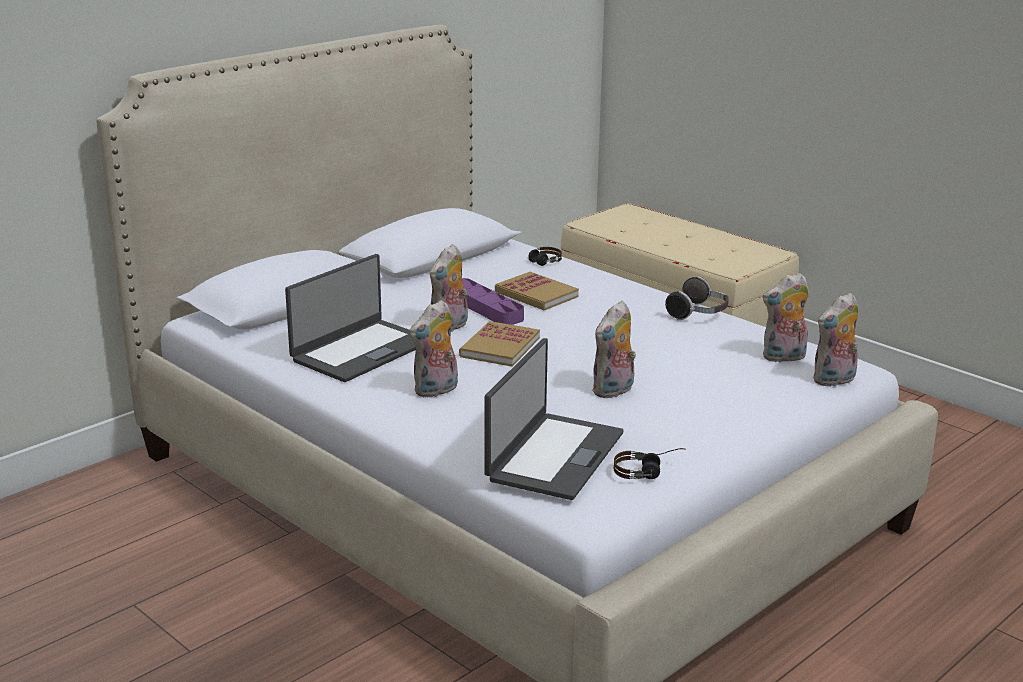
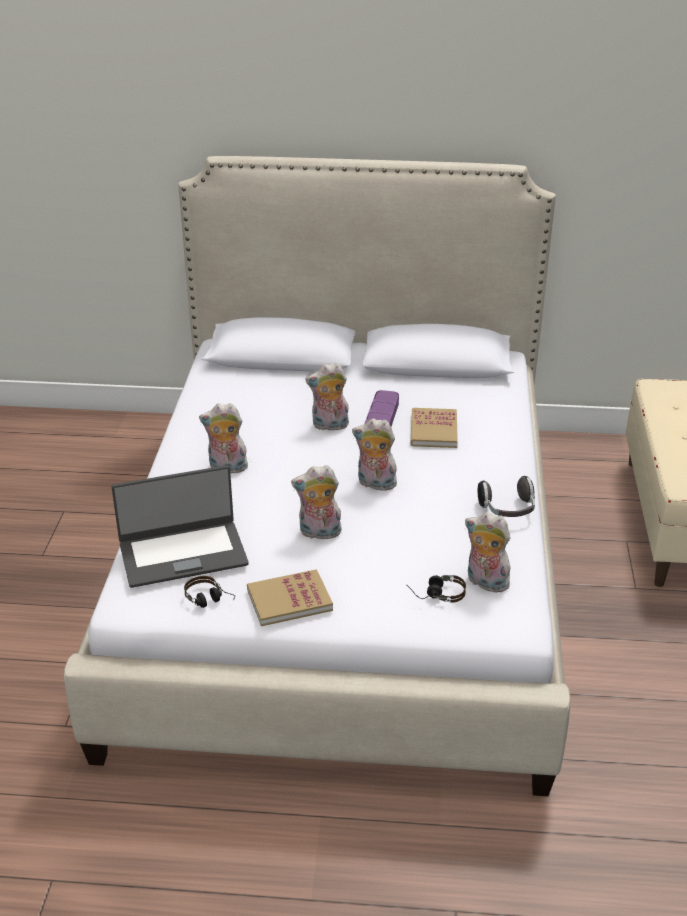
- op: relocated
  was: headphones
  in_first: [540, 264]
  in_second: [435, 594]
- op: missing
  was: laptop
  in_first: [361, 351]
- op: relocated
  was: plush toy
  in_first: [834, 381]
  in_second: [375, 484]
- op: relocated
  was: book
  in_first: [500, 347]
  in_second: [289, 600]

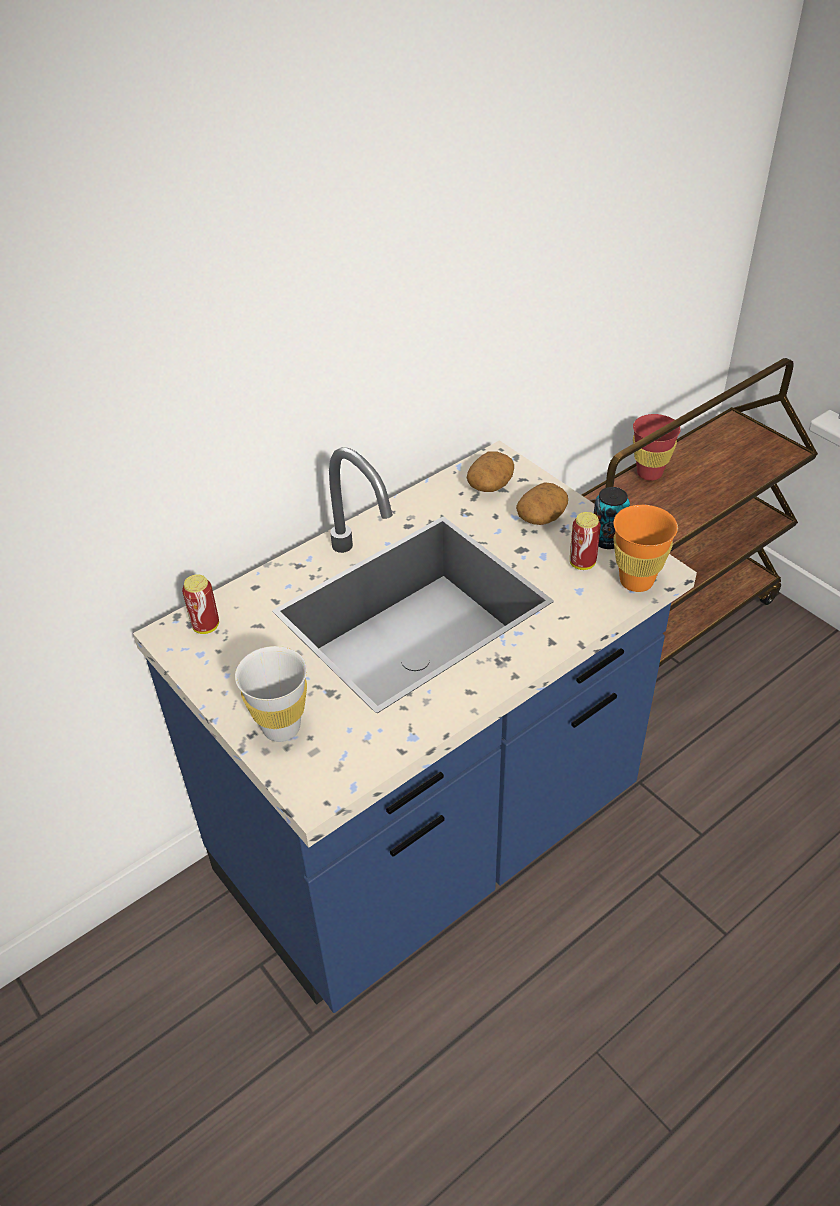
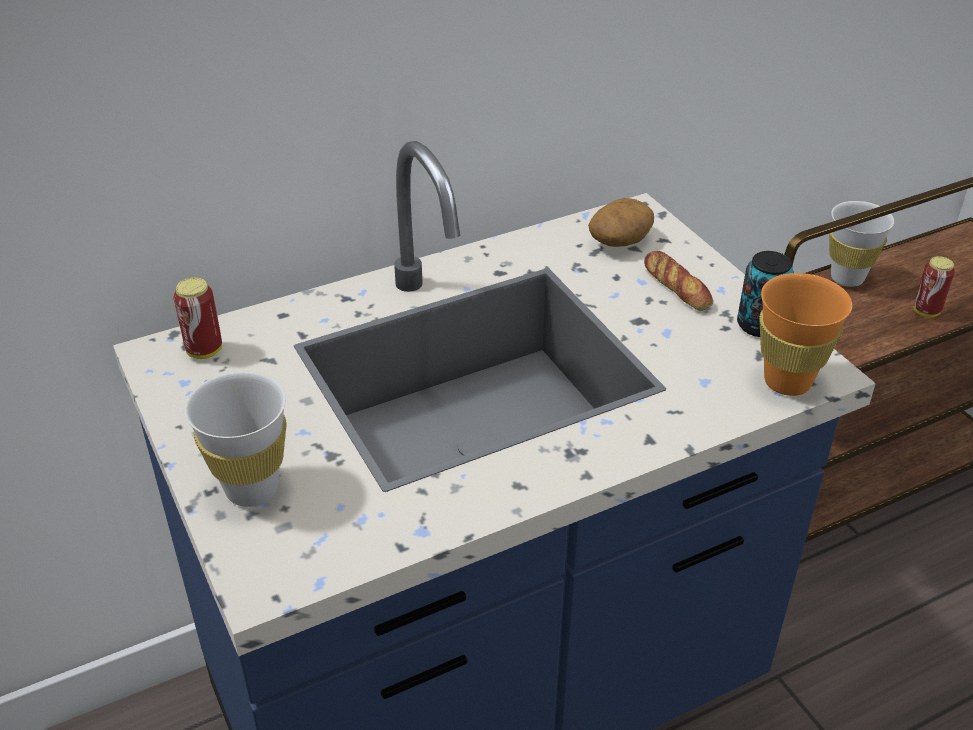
- op: colour
  was: red cup
  now: white cup
  in_first: [649, 473]
  in_second: [847, 278]
- op: exchanged
  was: potato
  now: bread
  in_first: [541, 517]
  in_second: [677, 286]
- op: relocated
  was: can
  in_first: [582, 563]
  in_second: [926, 312]

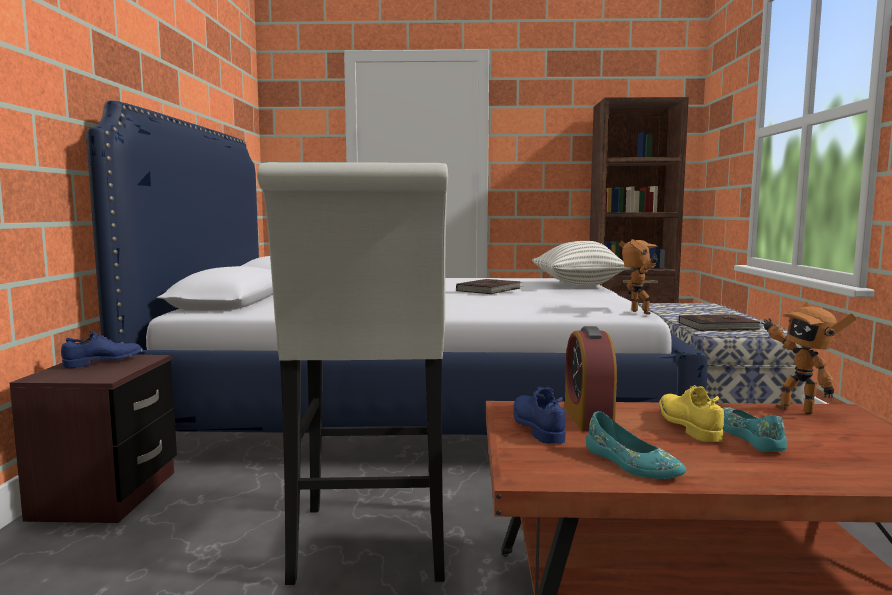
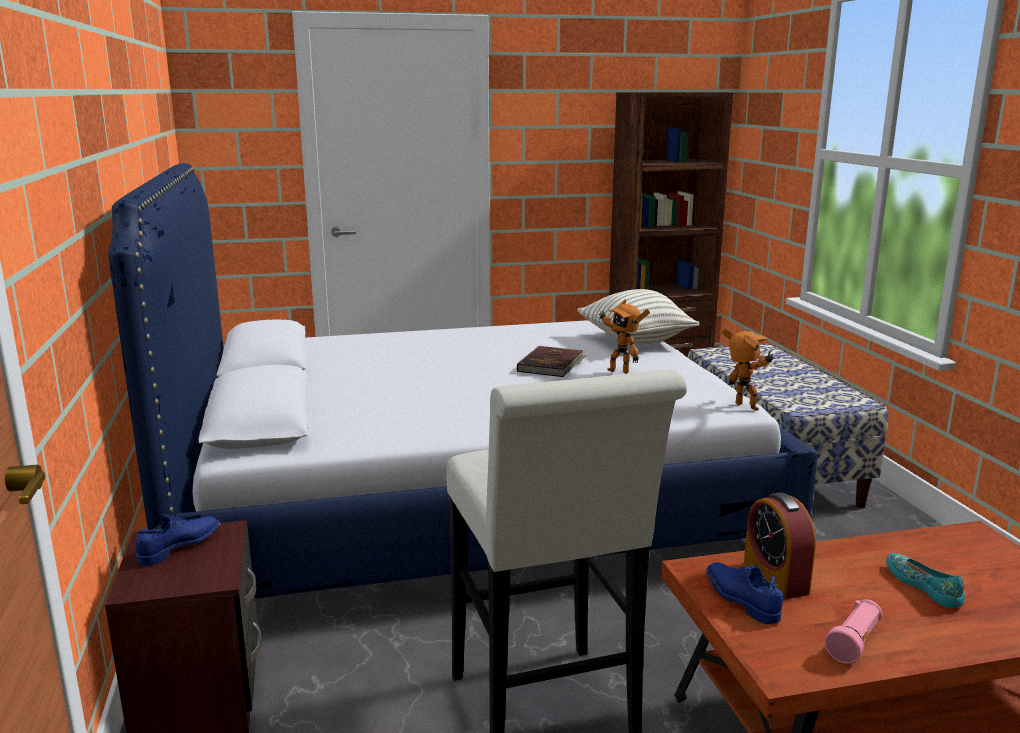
- op: relocated
  was: toy robot
  in_first: [796, 409]
  in_second: [619, 371]
- op: missing
  was: brown book
  in_first: [719, 326]
- op: missing
  was: yellow shoe
  in_first: [687, 426]
- op: exchanged
  was: turquoise shoe
  now: pink flashlight
  in_first: [631, 464]
  in_second: [854, 642]

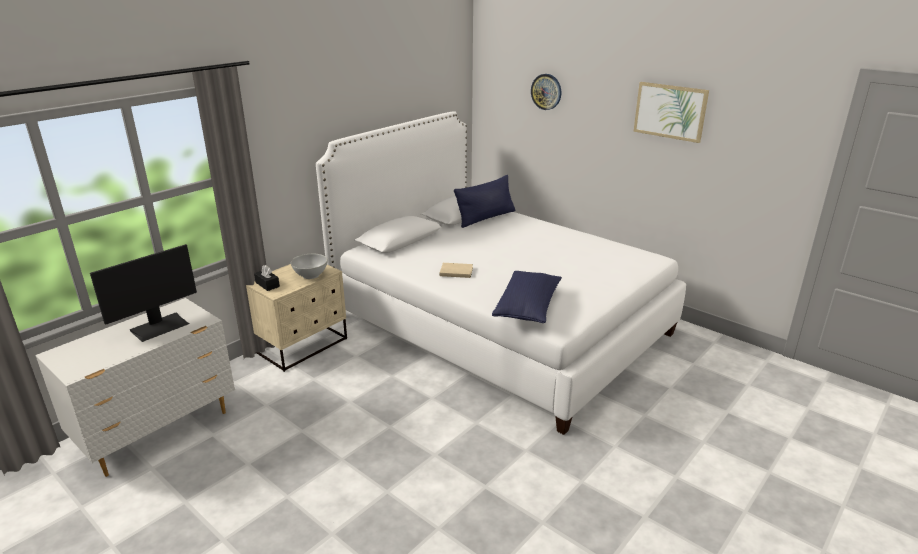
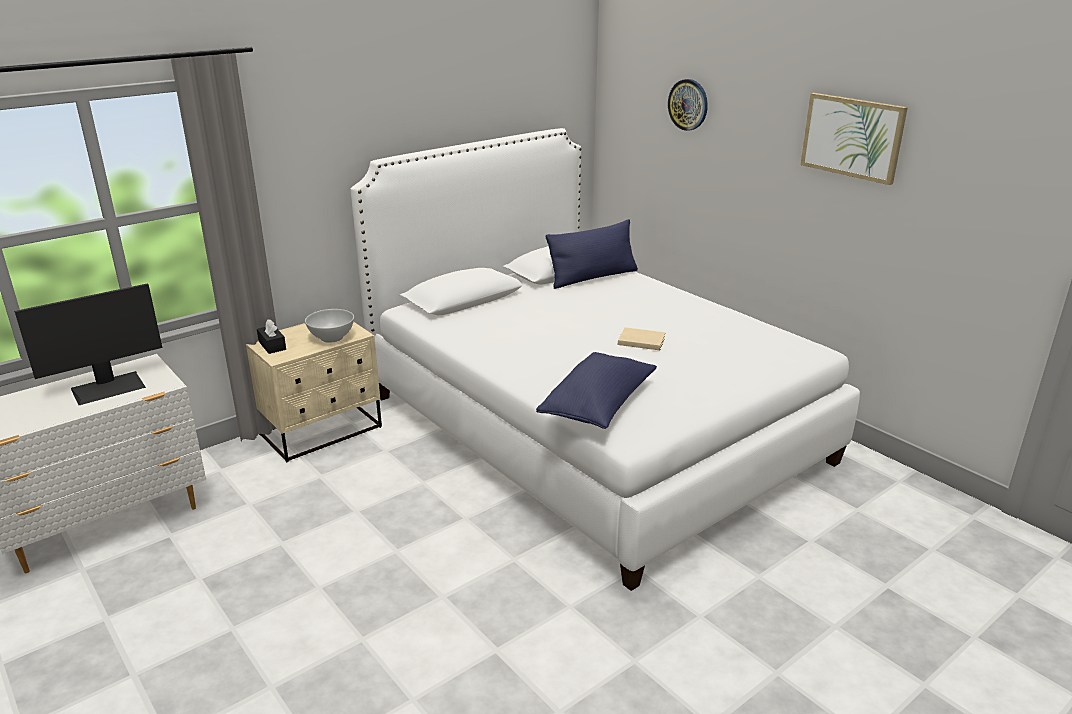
- op: relocated
  was: beige book
  in_first: [455, 271]
  in_second: [640, 340]

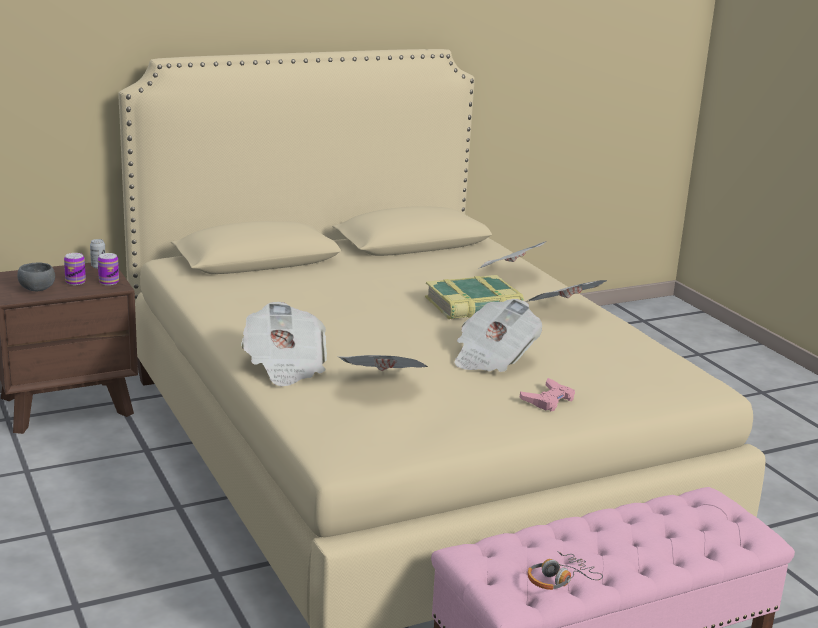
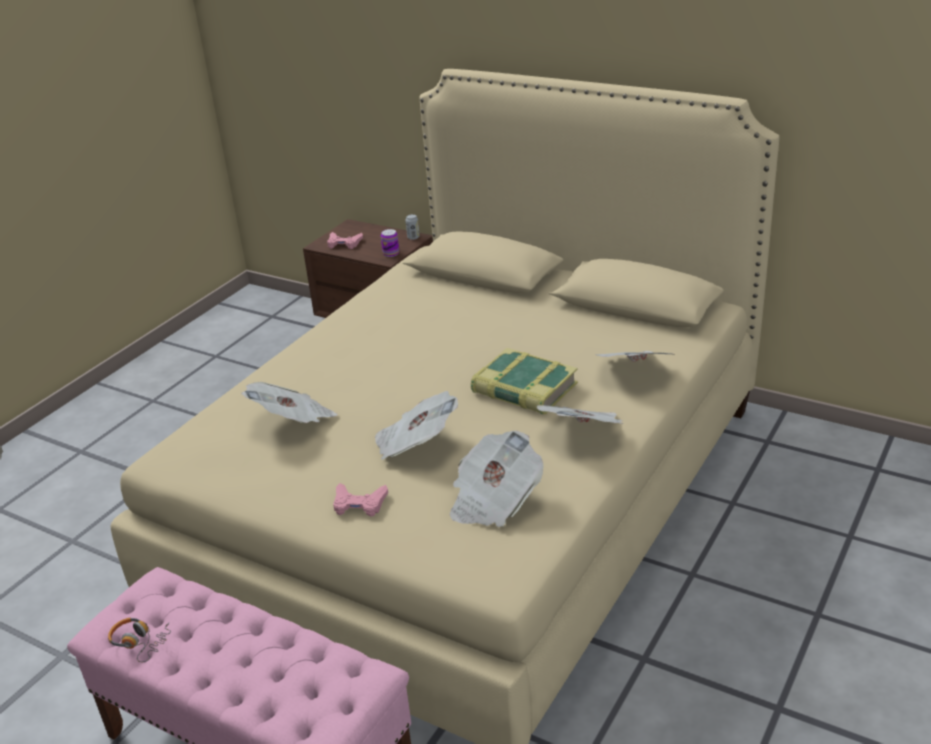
- op: missing
  was: can
  in_first: [75, 282]
- op: exchanged
  was: grey bowl
  now: pink game controller
  in_first: [37, 289]
  in_second: [344, 243]
- op: relocated
  was: newspaper
  in_first: [285, 366]
  in_second: [494, 500]

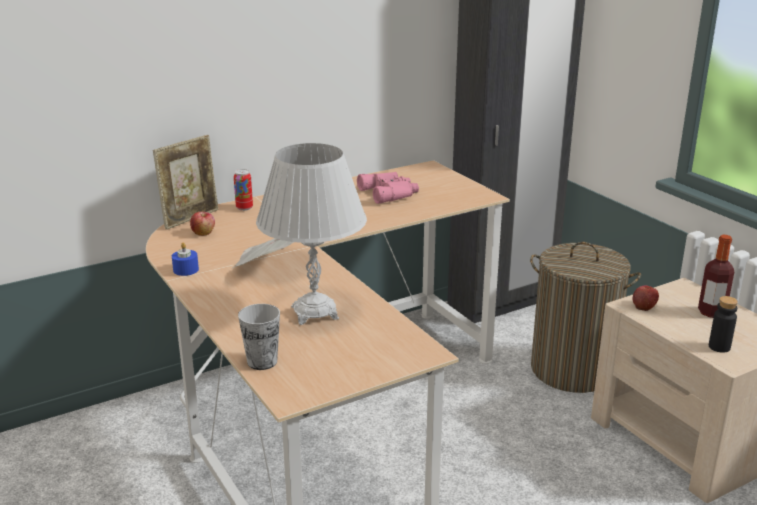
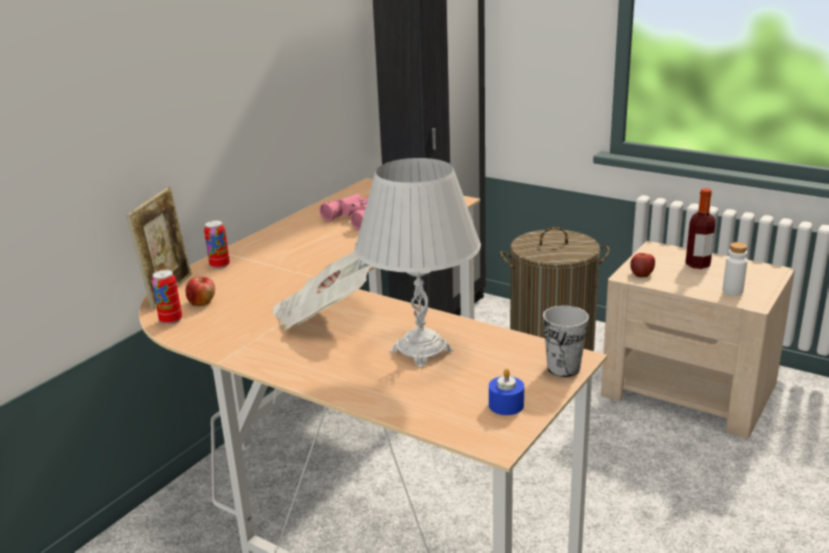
- op: relocated
  was: blue candle
  in_first: [186, 270]
  in_second: [506, 405]
- op: colour
  was: black bottle
  now: white bottle
  in_first: [719, 347]
  in_second: [732, 291]
- op: relocated
  was: cup
  in_first: [262, 362]
  in_second: [563, 368]
- op: appeared
  now: can
  in_second: [171, 320]

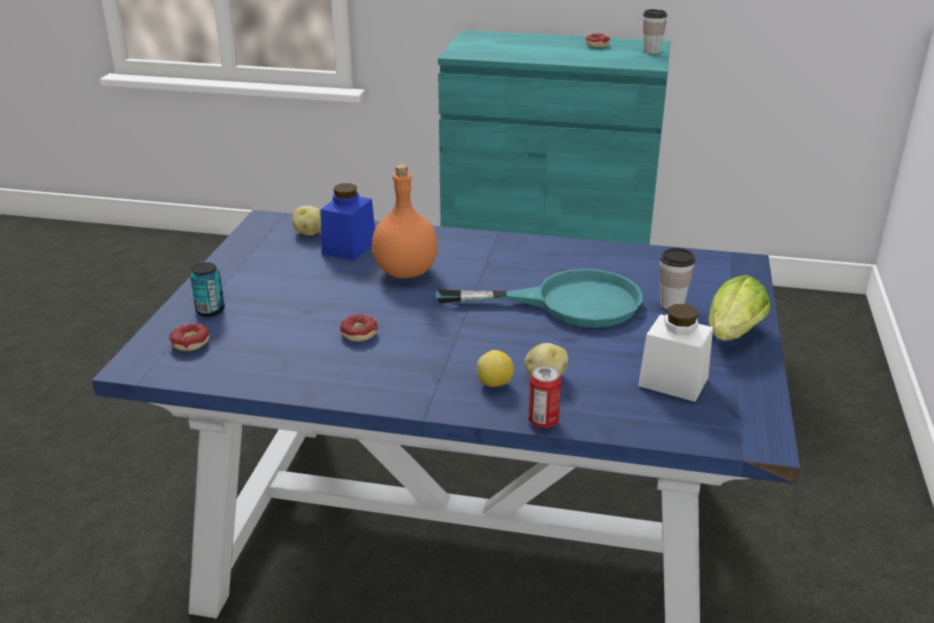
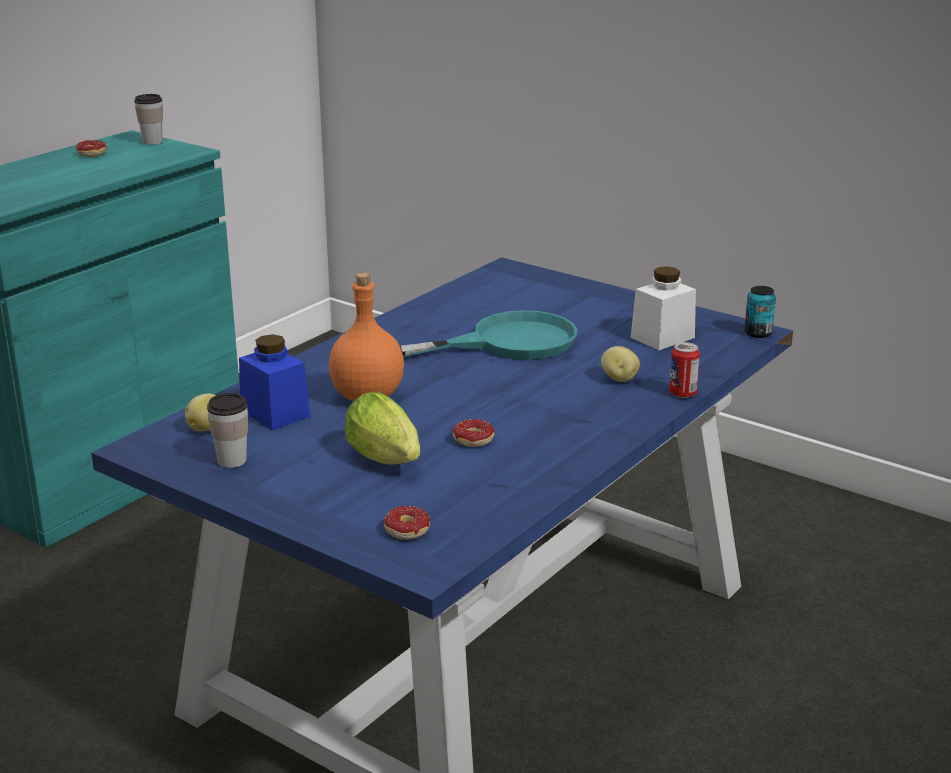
- op: relocated
  was: cup
  in_first: [672, 304]
  in_second: [232, 460]
- op: relocated
  was: can
  in_first: [210, 310]
  in_second: [758, 333]
- op: spun
  was: turquoise frying pan
  in_first: [567, 303]
  in_second: [505, 343]
  clockwise: 45
- op: relocated
  was: lettuce
  in_first: [731, 337]
  in_second: [388, 461]
- op: missing
  was: lemon
  in_first: [495, 384]

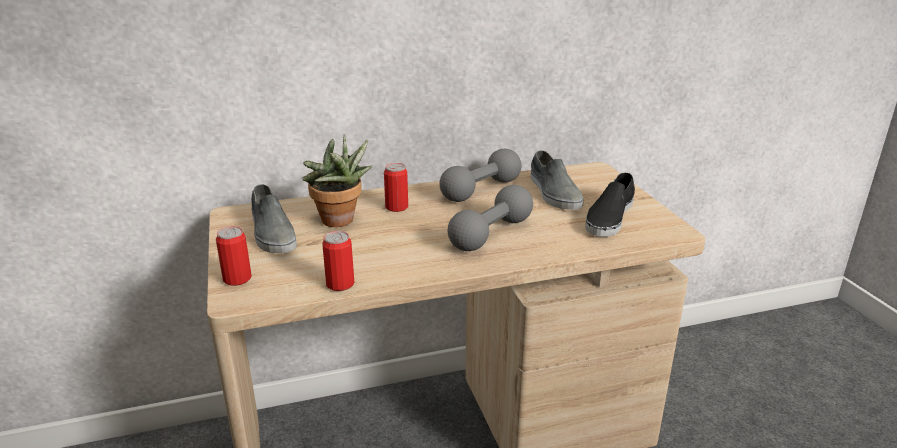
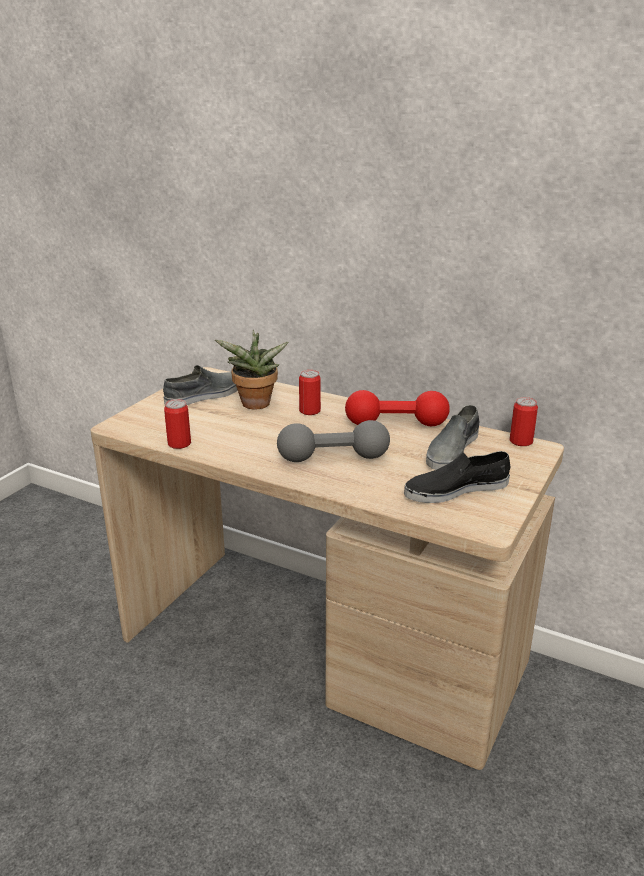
- op: colour
  was: grey dumbbell
  now: red dumbbell
  in_first: [481, 190]
  in_second: [396, 424]
- op: spun
  was: grey shoe
  in_first: [272, 232]
  in_second: [205, 395]
  clockwise: -150
- op: relocated
  was: can
  in_first: [237, 279]
  in_second: [521, 441]

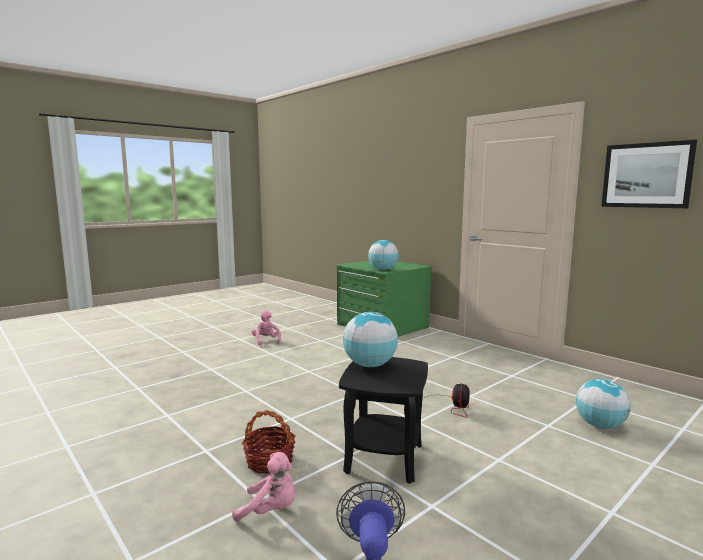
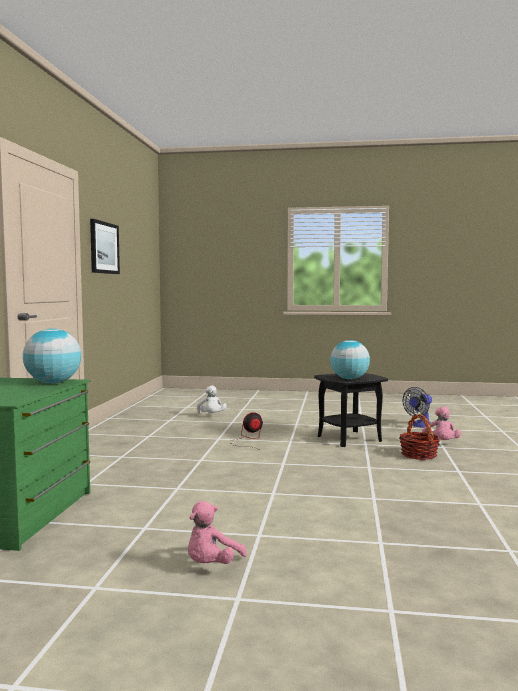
- op: exchanged
  was: globe
  now: white plush toy
  in_first: [599, 425]
  in_second: [211, 416]
- op: spun
  was: pink plush toy
  in_first: [270, 511]
  in_second: [441, 443]
  clockwise: -150

